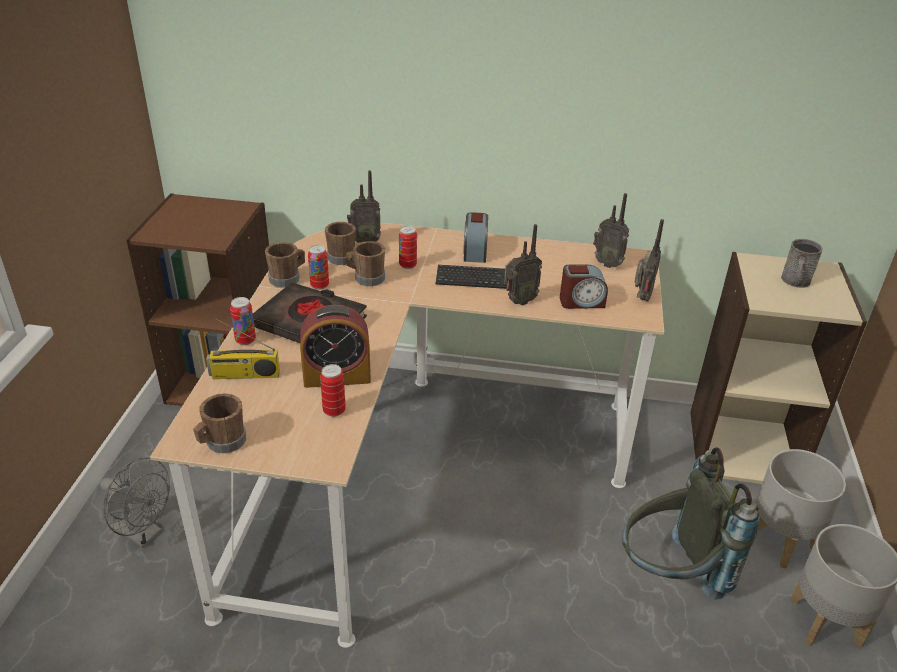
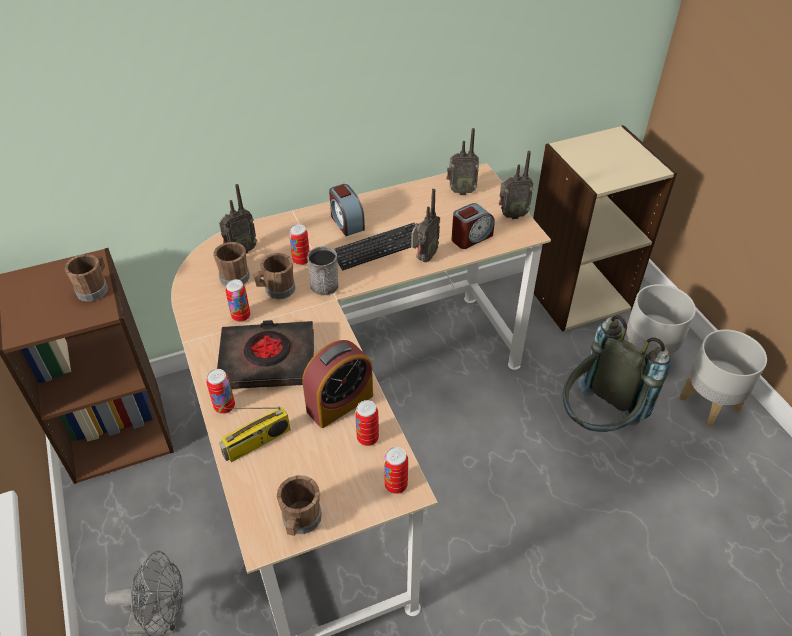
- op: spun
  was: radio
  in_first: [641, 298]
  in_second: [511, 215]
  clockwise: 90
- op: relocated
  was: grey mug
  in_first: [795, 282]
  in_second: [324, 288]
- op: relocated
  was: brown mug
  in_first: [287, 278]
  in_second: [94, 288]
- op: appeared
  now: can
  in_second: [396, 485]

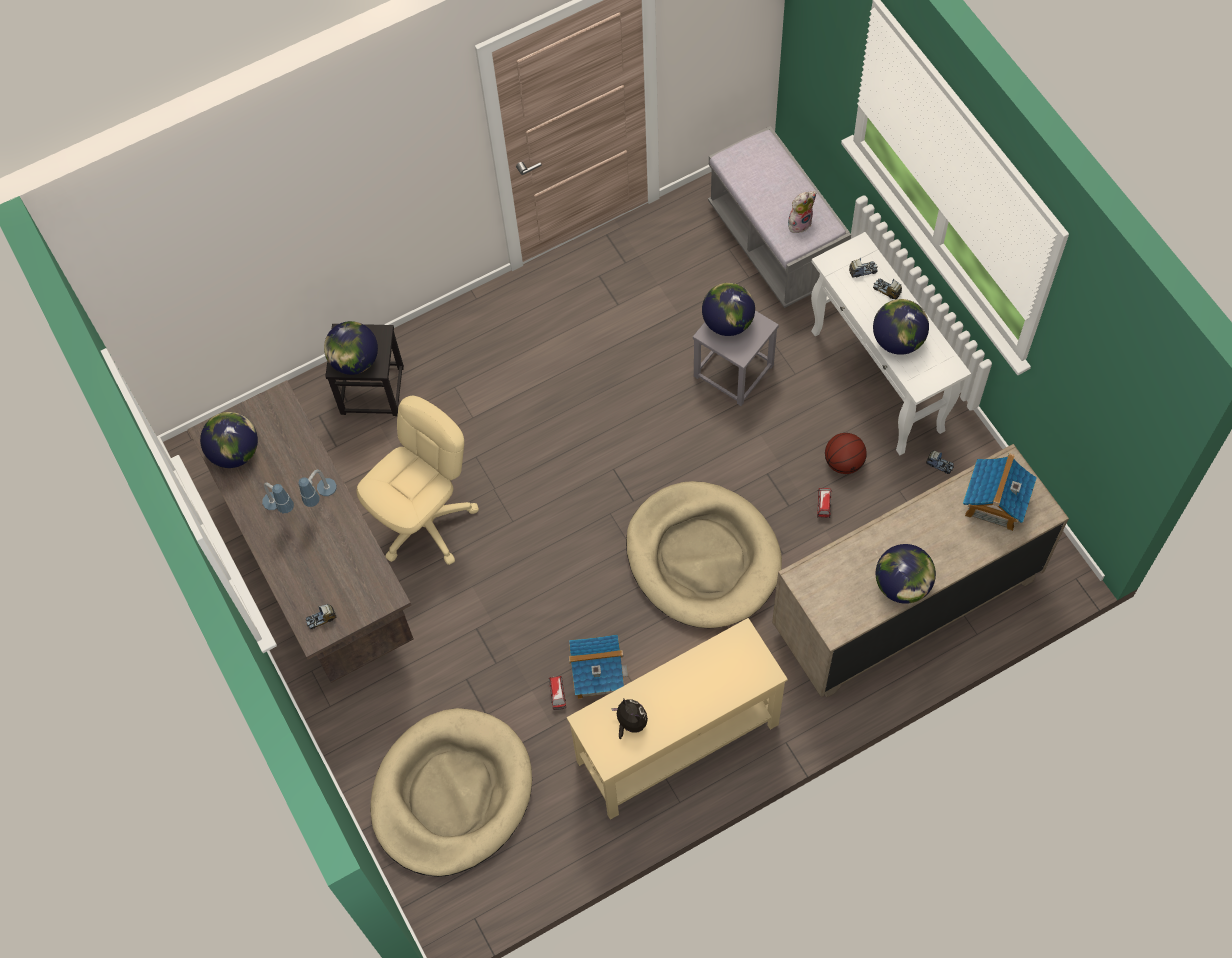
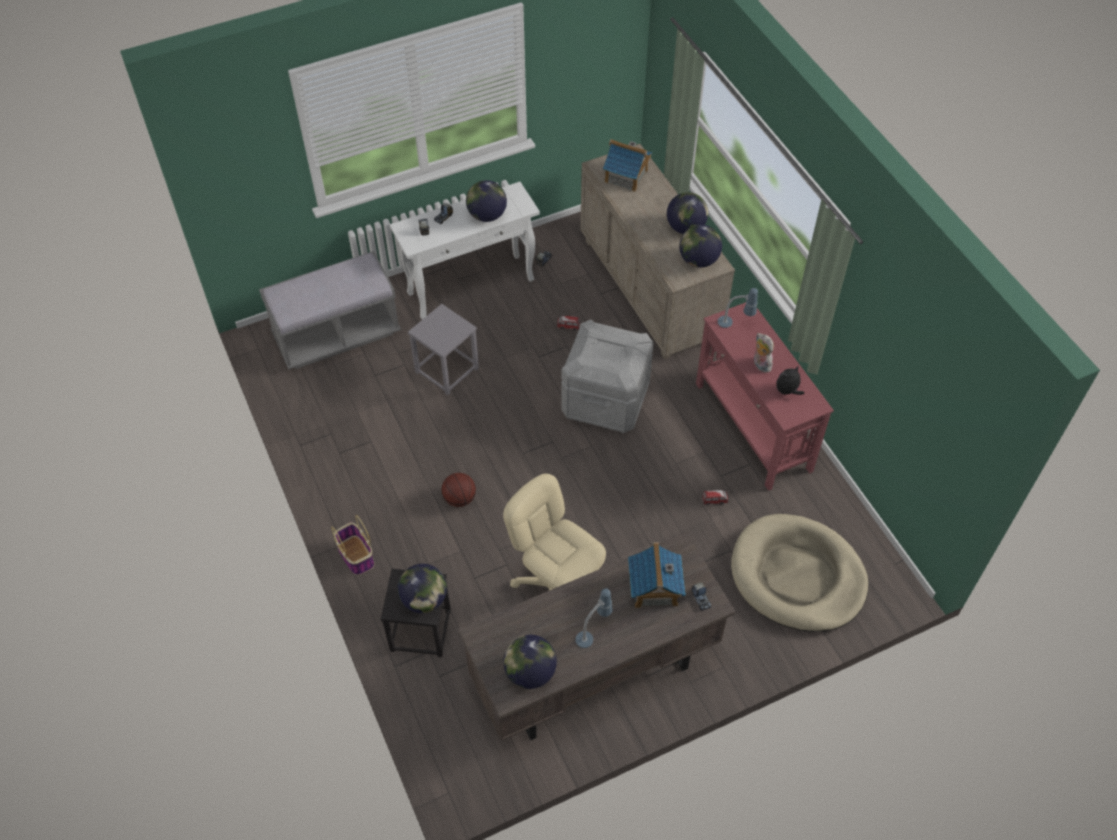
- op: relocated
  was: plush toy
  in_first: [799, 222]
  in_second: [760, 364]
- op: relocated
  was: globe
  in_first: [728, 322]
  in_second: [698, 260]
- op: relocated
  was: basketball
  in_first: [844, 462]
  in_second: [459, 498]
- op: relocated
  was: table lamp
  in_first: [322, 499]
  in_second: [735, 325]
- op: exchanged
  was: beige dog bed
  now: grey storage box
  in_first: [702, 557]
  in_second: [605, 401]
- op: colour
  was: beige console table
  now: red console table
  in_first: [676, 743]
  in_second: [752, 427]
- op: relocated
  was: toy house
  in_first: [597, 674]
  in_second: [654, 588]
- op: appeared
  now: basket
  in_second: [355, 555]

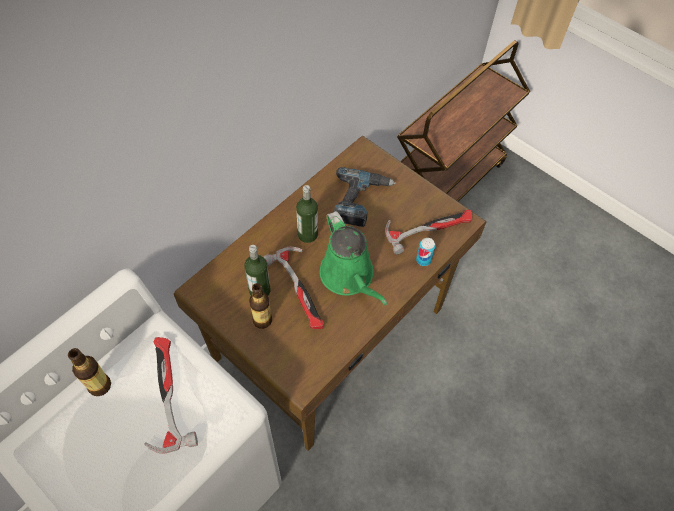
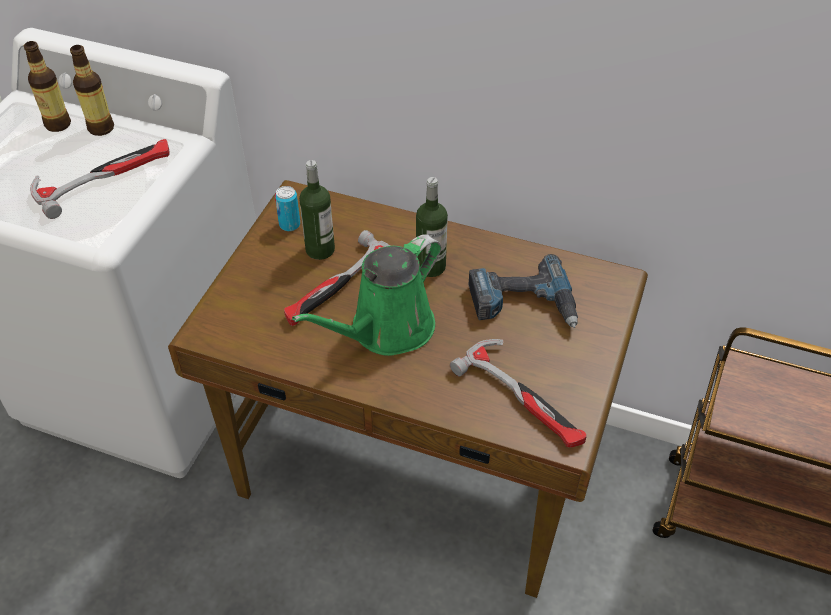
- op: relocated
  was: can
  in_first: [423, 260]
  in_second: [289, 224]
- op: relocated
  was: bottle
  in_first: [262, 320]
  in_second: [58, 124]

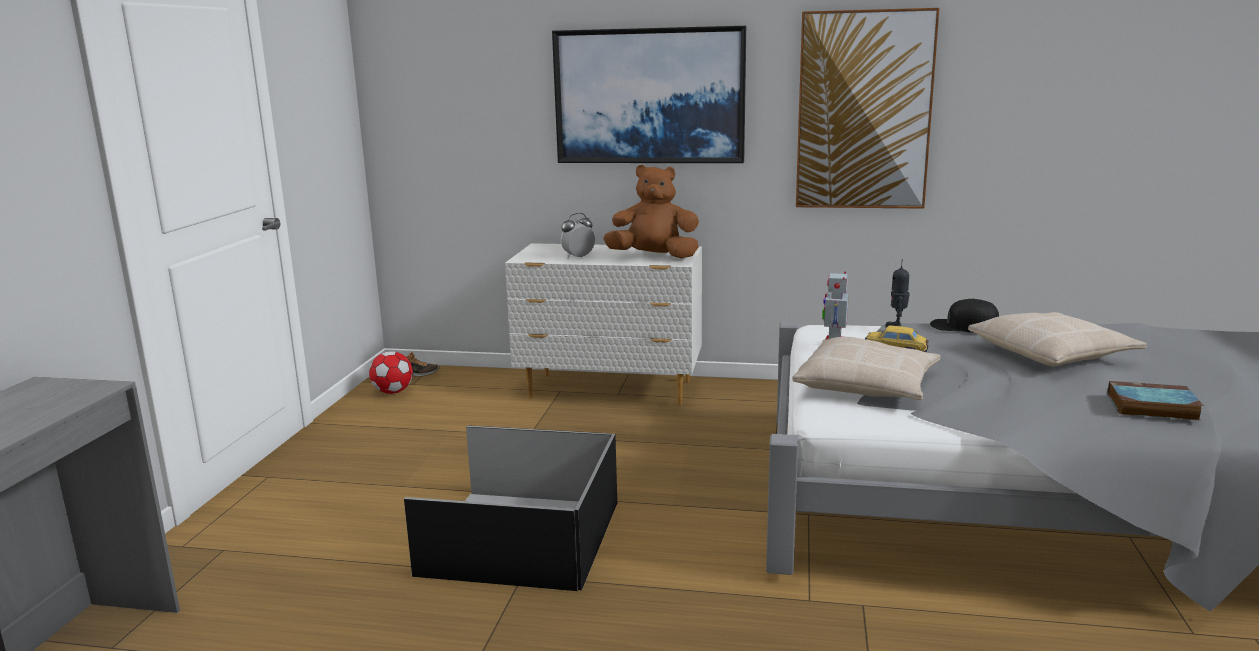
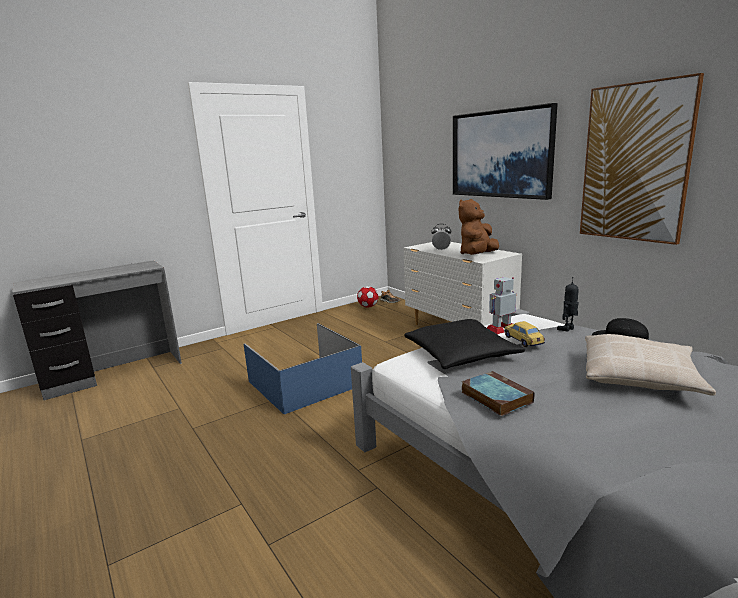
- op: spun
  was: brown plush toy
  in_first: [654, 257]
  in_second: [477, 255]
  clockwise: -105
- op: colour
  was: beige pillow
  now: black pillow
  in_first: [867, 385]
  in_second: [461, 354]
- op: relocated
  was: book
  in_first: [1150, 407]
  in_second: [494, 397]
- op: colour
  was: black storage box
  now: blue storage box
  in_first: [521, 536]
  in_second: [306, 382]

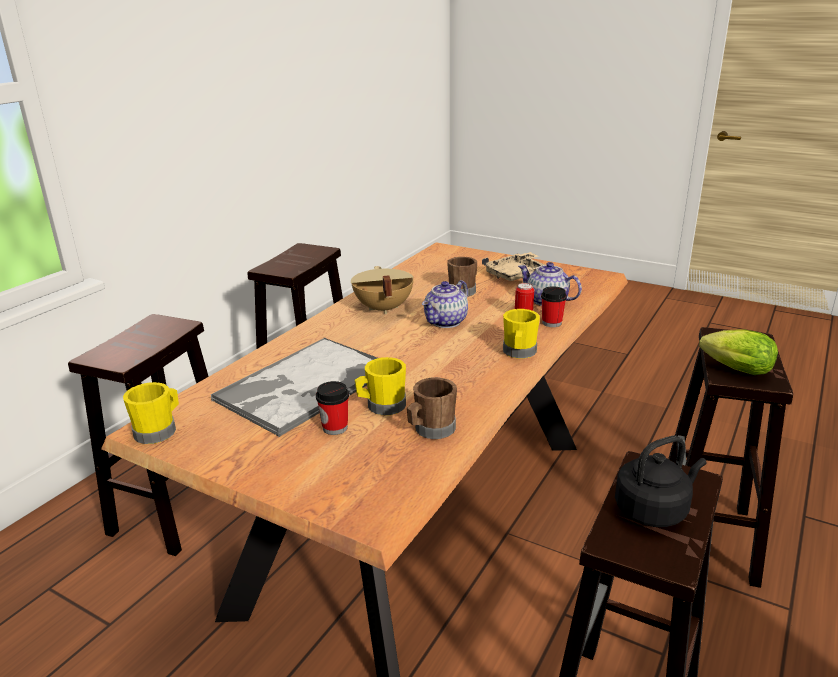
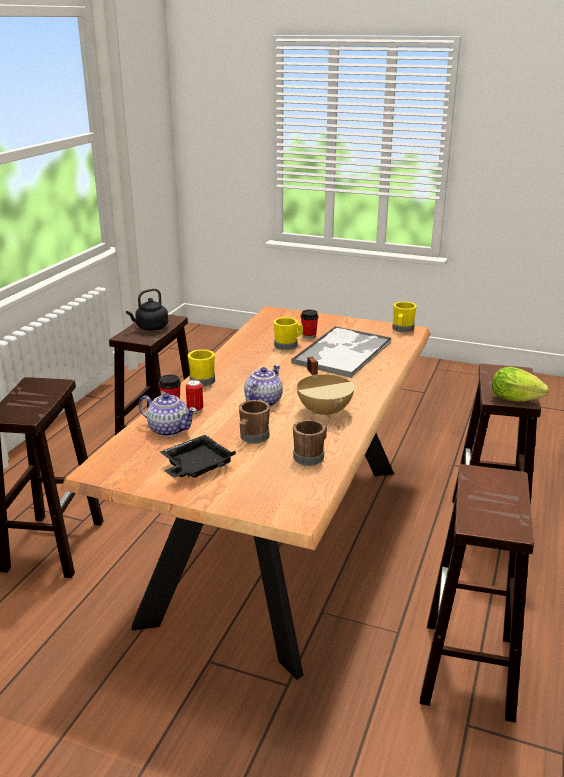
- op: colour
  was: beige tray
  now: black tray
  in_first: [515, 274]
  in_second: [196, 466]
- op: relocated
  was: lettuce
  in_first: [732, 369]
  in_second: [518, 400]
- op: relocated
  was: brown mug
  in_first: [431, 430]
  in_second: [311, 456]

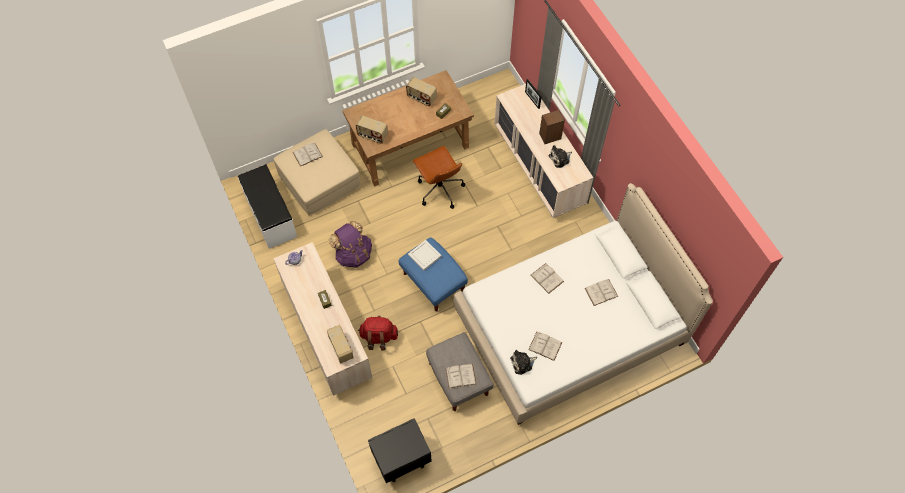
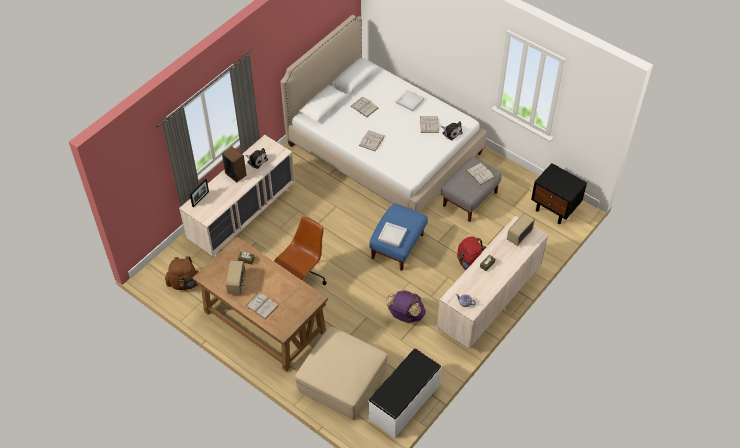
- op: missing
  was: radio
  in_first: [372, 136]
- op: relocated
  was: white book
  in_first: [307, 154]
  in_second: [262, 306]
- op: appeared
  now: white tray
  in_second: [410, 101]
- op: appeared
  now: brown backpack
  in_second: [185, 283]

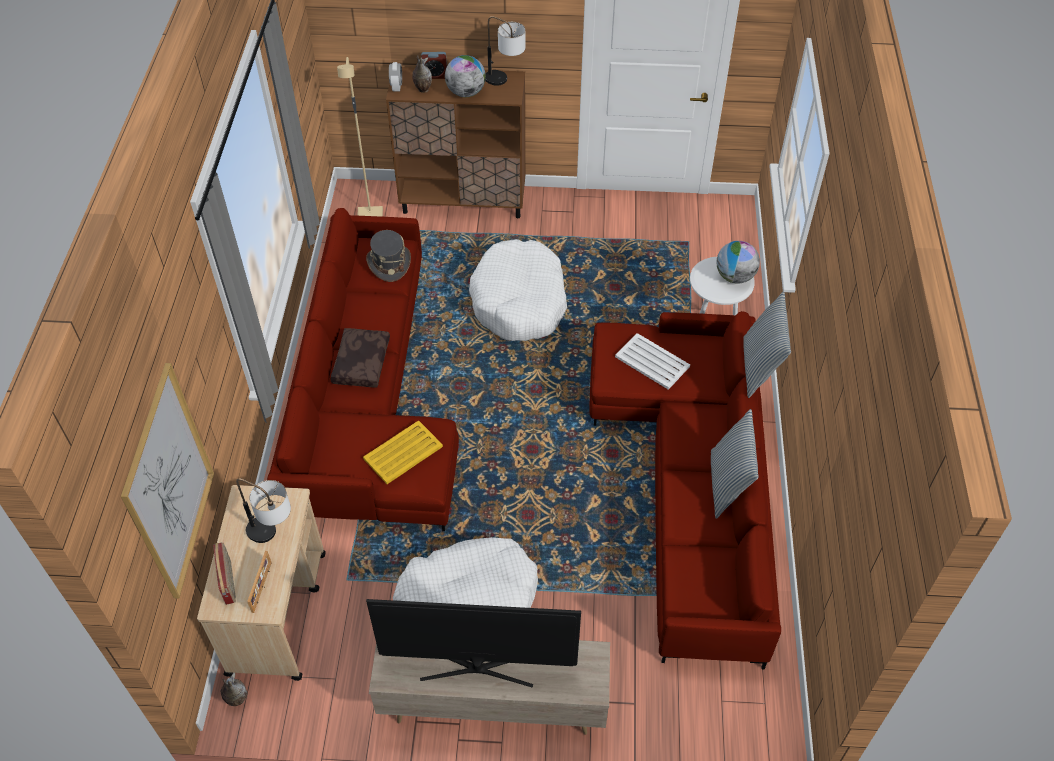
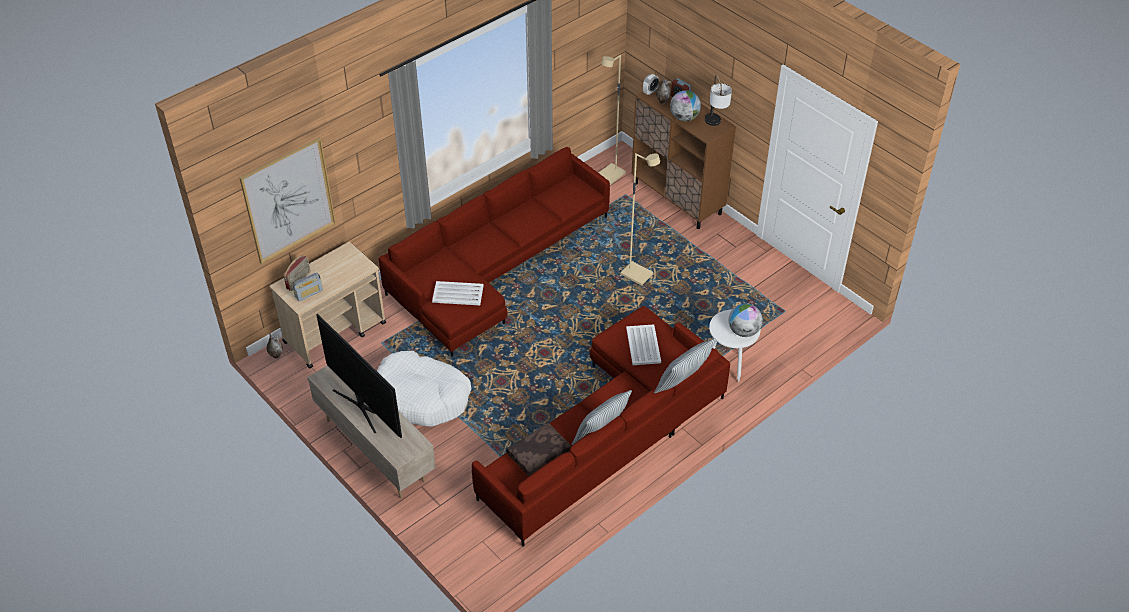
- op: missing
  was: grey hat
  in_first: [389, 263]
- op: exchanged
  was: white dog bed
  now: beige floor lamp
  in_first: [519, 302]
  in_second: [637, 274]
- op: relocated
  was: brown pillow
  in_first: [360, 362]
  in_second: [538, 453]
- op: colour
  was: yellow tray
  now: white tray
  in_first: [404, 452]
  in_second: [458, 294]
- op: missing
  was: table lamp
  in_first: [273, 536]
- op: exchanged
  was: picture frame
  now: radio
  in_first: [262, 587]
  in_second: [309, 293]

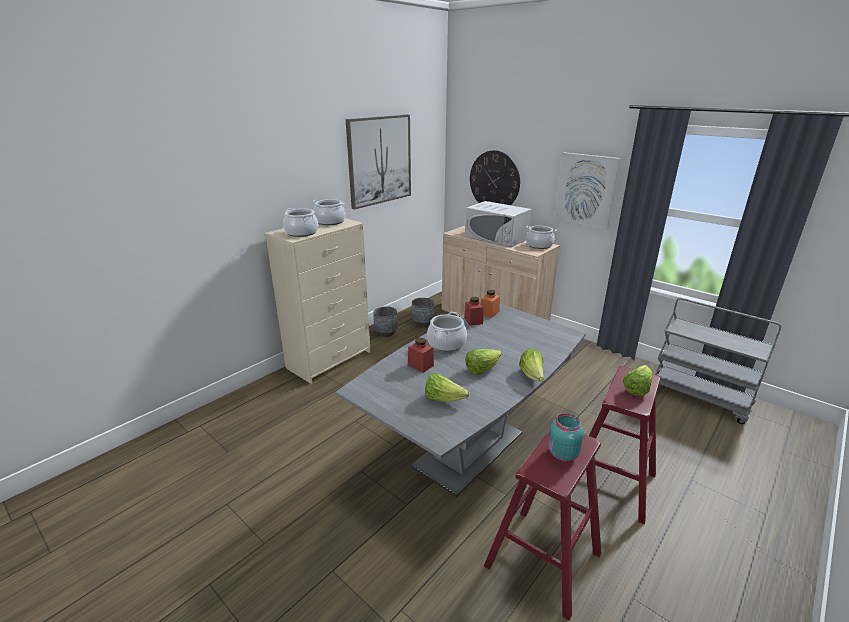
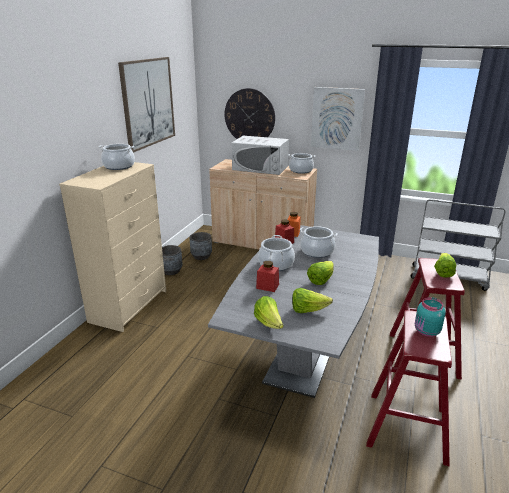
- op: relocated
  was: cooking pot
  in_first: [301, 233]
  in_second: [317, 251]
- op: relocated
  was: lettuce
  in_first: [532, 376]
  in_second: [269, 323]

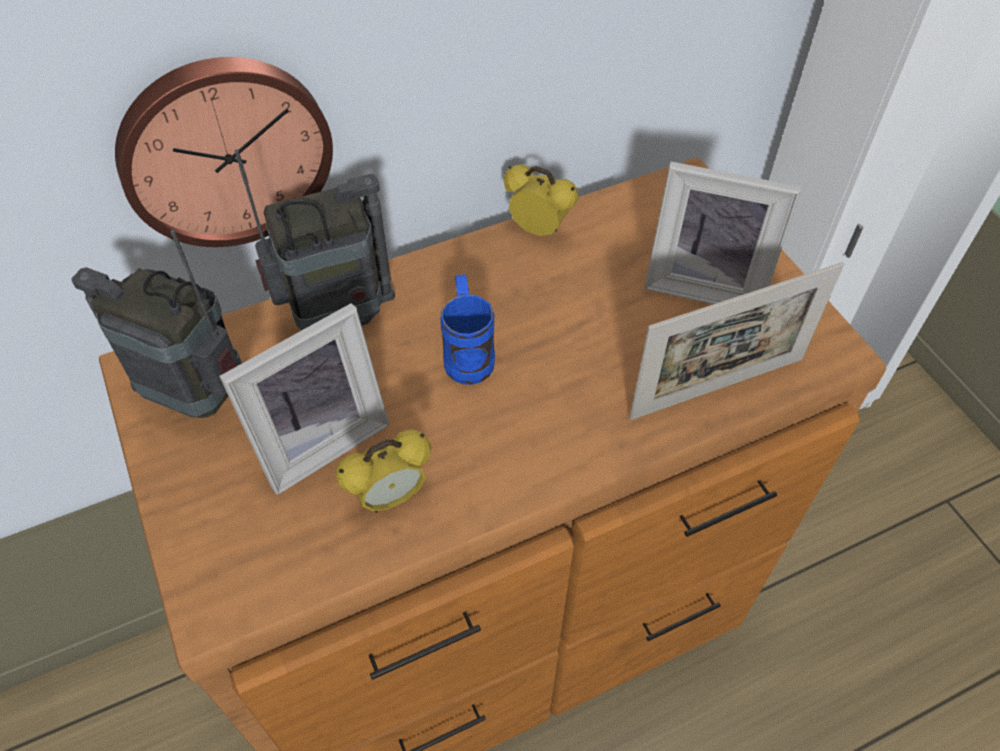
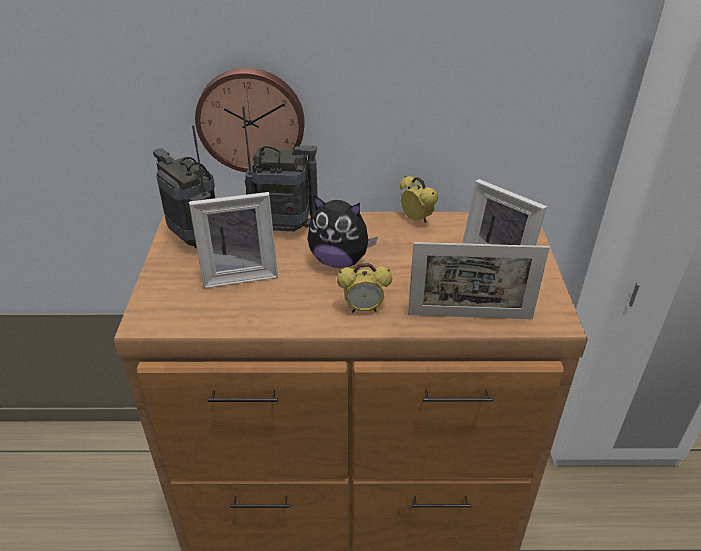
- op: exchanged
  was: blue mug
  now: plush toy
  in_first: [468, 353]
  in_second: [339, 261]
- op: relocated
  was: alarm clock
  in_first: [391, 497]
  in_second: [363, 309]

